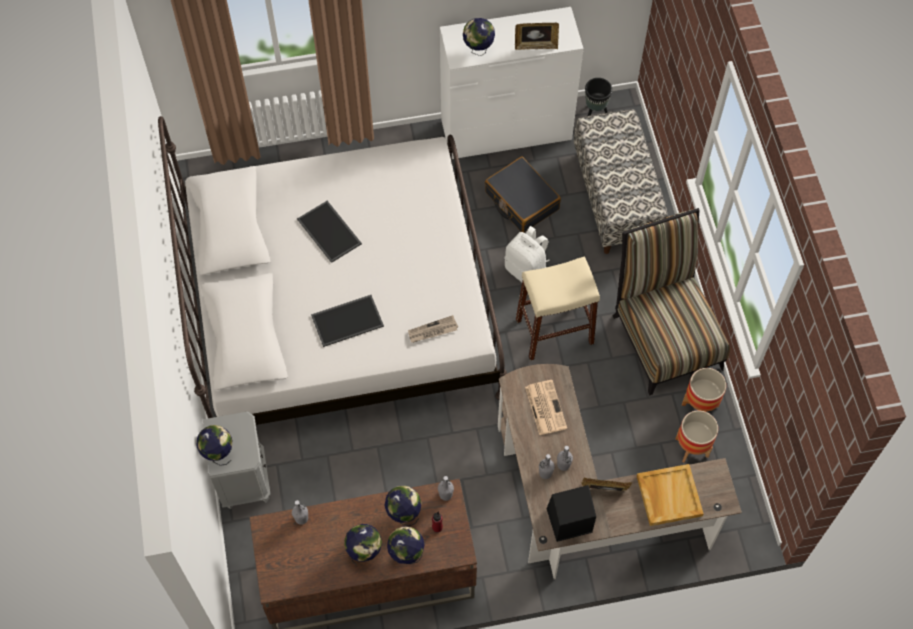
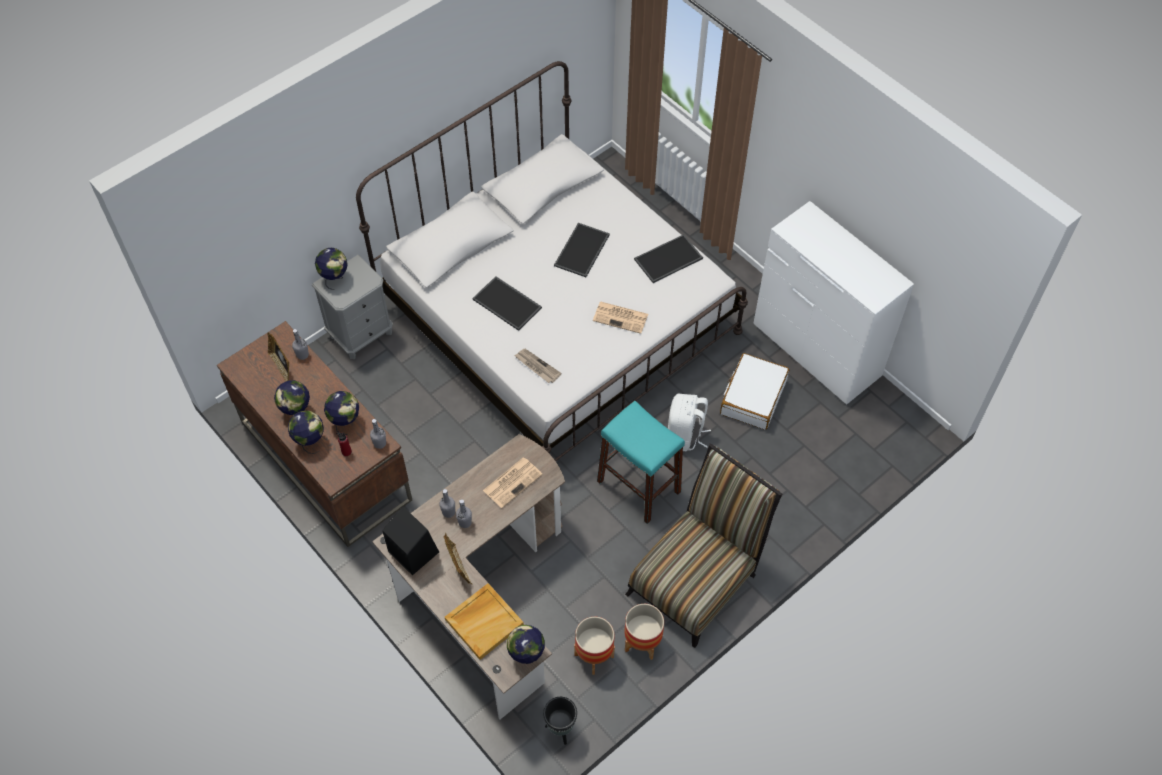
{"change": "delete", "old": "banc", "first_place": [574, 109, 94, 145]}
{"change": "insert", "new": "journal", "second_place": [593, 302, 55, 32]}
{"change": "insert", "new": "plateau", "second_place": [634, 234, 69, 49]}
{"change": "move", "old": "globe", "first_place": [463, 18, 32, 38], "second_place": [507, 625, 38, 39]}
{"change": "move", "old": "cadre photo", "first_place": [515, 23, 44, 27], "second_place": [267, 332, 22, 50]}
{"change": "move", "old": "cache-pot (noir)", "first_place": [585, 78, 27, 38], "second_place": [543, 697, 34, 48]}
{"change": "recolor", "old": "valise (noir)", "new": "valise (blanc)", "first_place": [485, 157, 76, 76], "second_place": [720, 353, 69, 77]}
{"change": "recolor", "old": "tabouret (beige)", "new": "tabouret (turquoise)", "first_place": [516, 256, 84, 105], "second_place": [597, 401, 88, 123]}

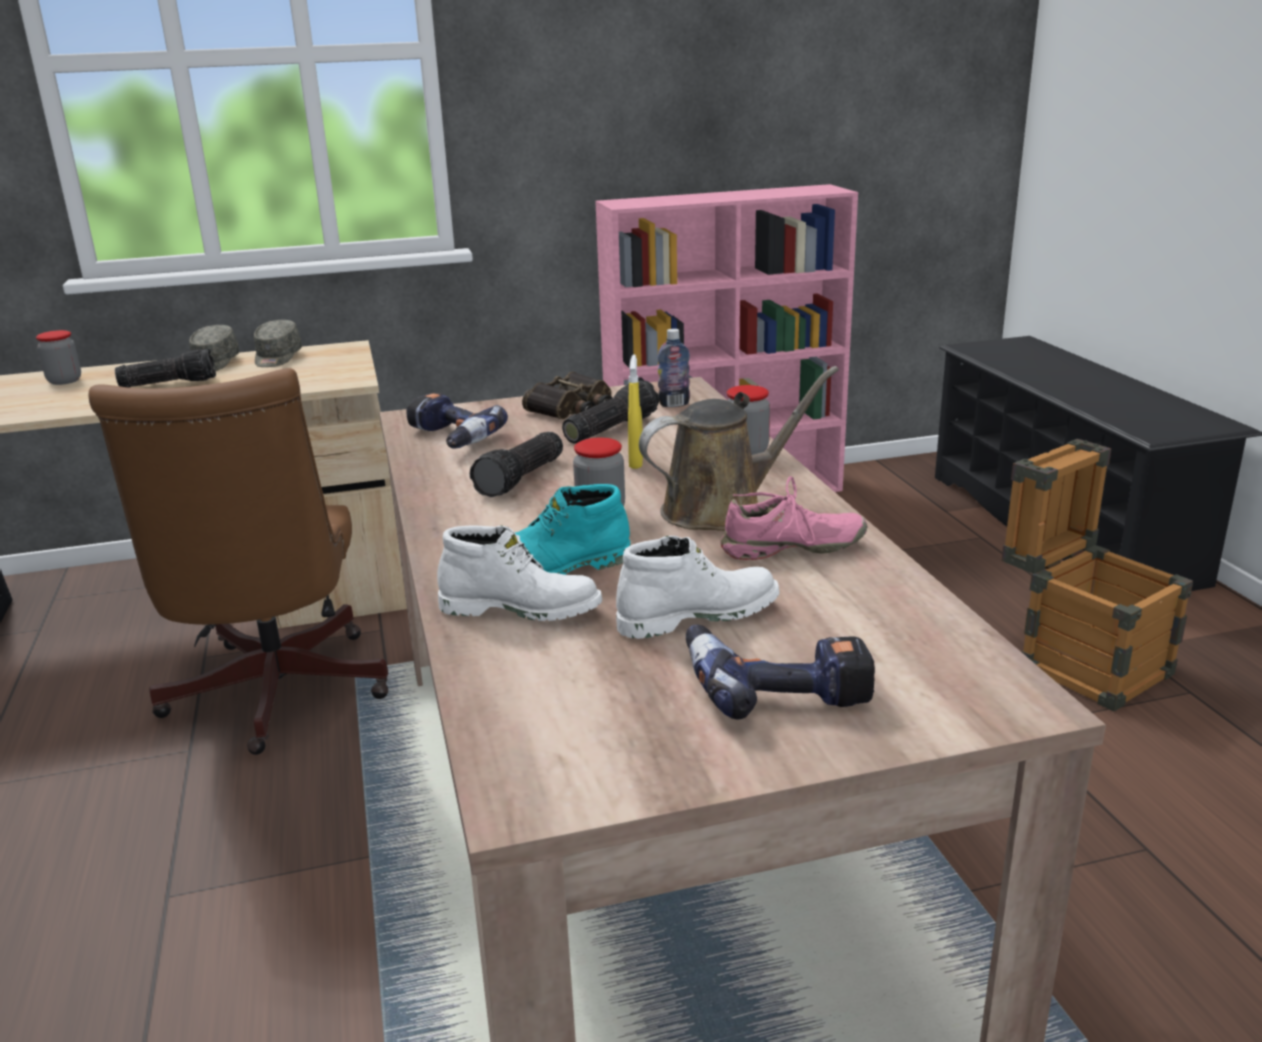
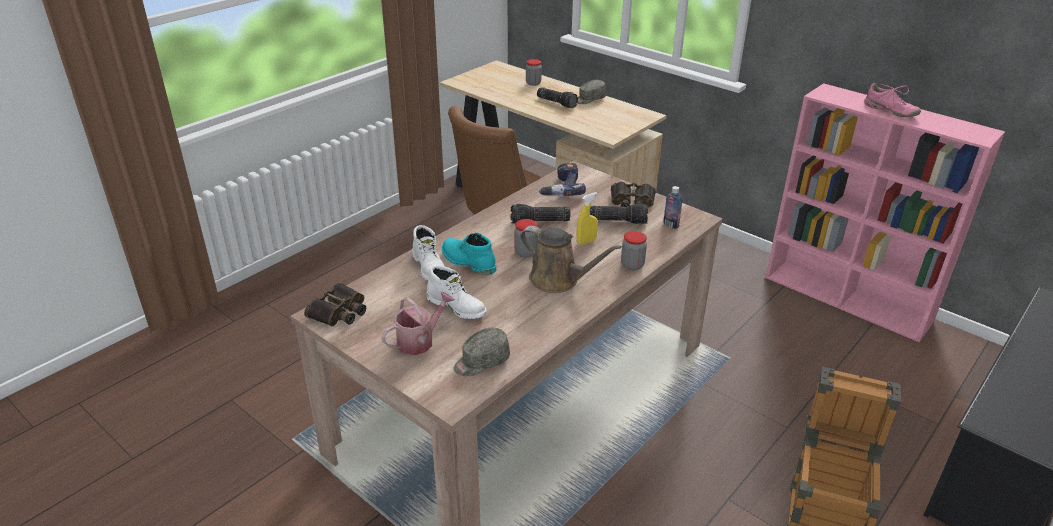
{"change": "insert", "new": "jumelles", "second_place": [304, 282, 62, 44]}
{"change": "move", "old": "casquette (gris)", "first_place": [254, 320, 48, 47], "second_place": [454, 328, 56, 48]}
{"change": "move", "old": "chaussure (rose)", "first_place": [720, 476, 148, 84], "second_place": [864, 83, 57, 34]}
{"change": "replace", "old": "perceuse", "new": "arrosoir", "first_place": [686, 625, 189, 94], "second_place": [382, 292, 73, 63]}

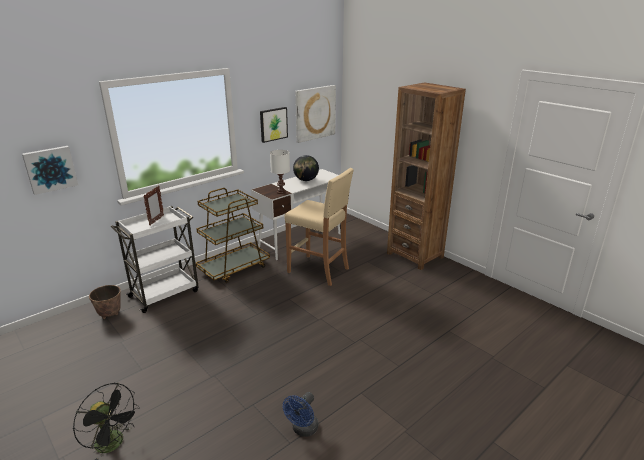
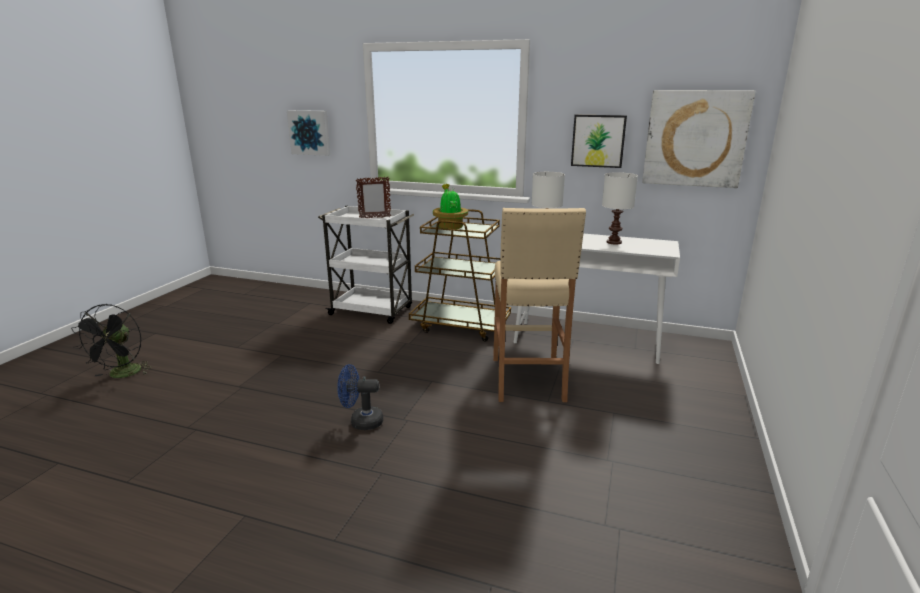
{"change": "delete", "old": "cache-pot", "first_place": [89, 285, 32, 34]}
{"change": "delete", "old": "bibliothèque (marron)", "first_place": [387, 82, 79, 188]}
{"change": "insert", "new": "plante en pot", "second_place": [433, 184, 35, 45]}
{"change": "move", "old": "ventilateur (bleu)", "first_place": [283, 392, 35, 45], "second_place": [337, 364, 46, 66]}
{"change": "replace", "old": "globe", "new": "lampe de table (blanc)", "first_place": [293, 155, 26, 26], "second_place": [602, 172, 36, 73]}

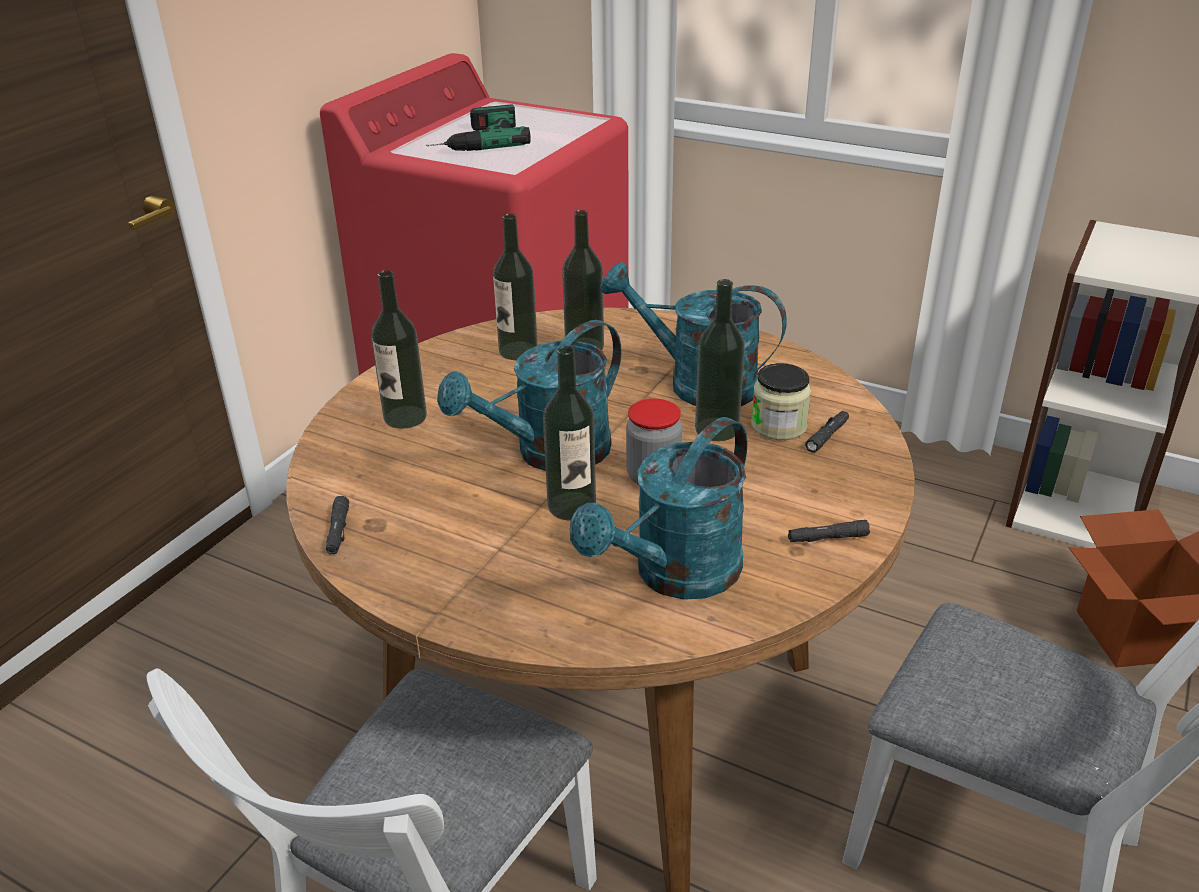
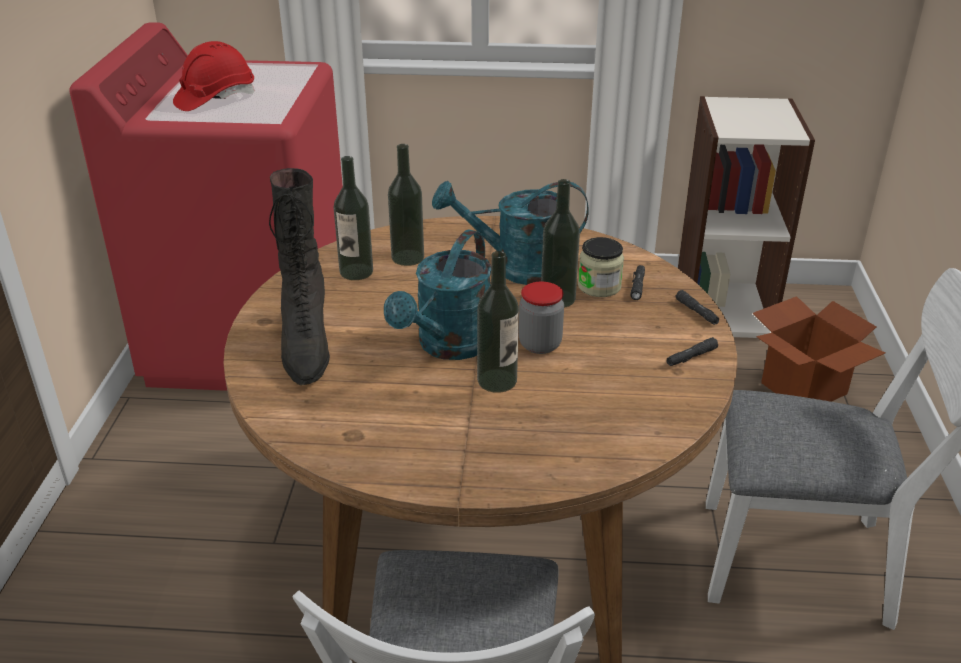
{"change": "delete", "old": "arrosoir (turquoise)", "first_place": [570, 417, 177, 183]}
{"change": "move", "old": "lampe de poche (noir)", "first_place": [326, 496, 23, 58], "second_place": [676, 290, 44, 35]}
{"change": "replace", "old": "bouteille", "new": "botte (noir)", "first_place": [371, 270, 56, 159], "second_place": [269, 168, 61, 218]}
{"change": "replace", "old": "perceuse", "new": "casque de chantier (rouge)", "first_place": [426, 104, 105, 47], "second_place": [173, 41, 82, 70]}

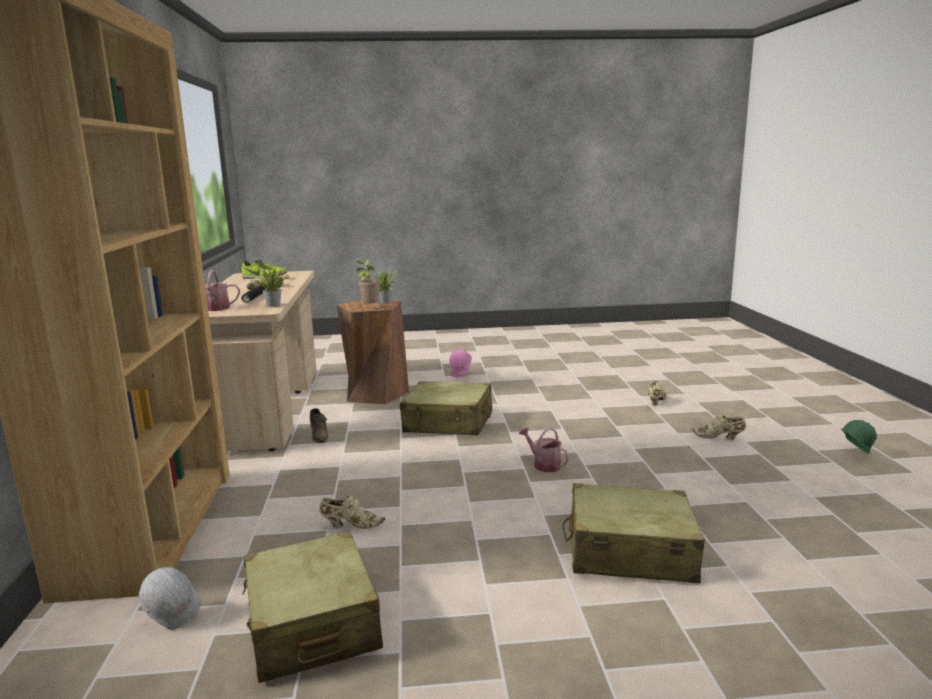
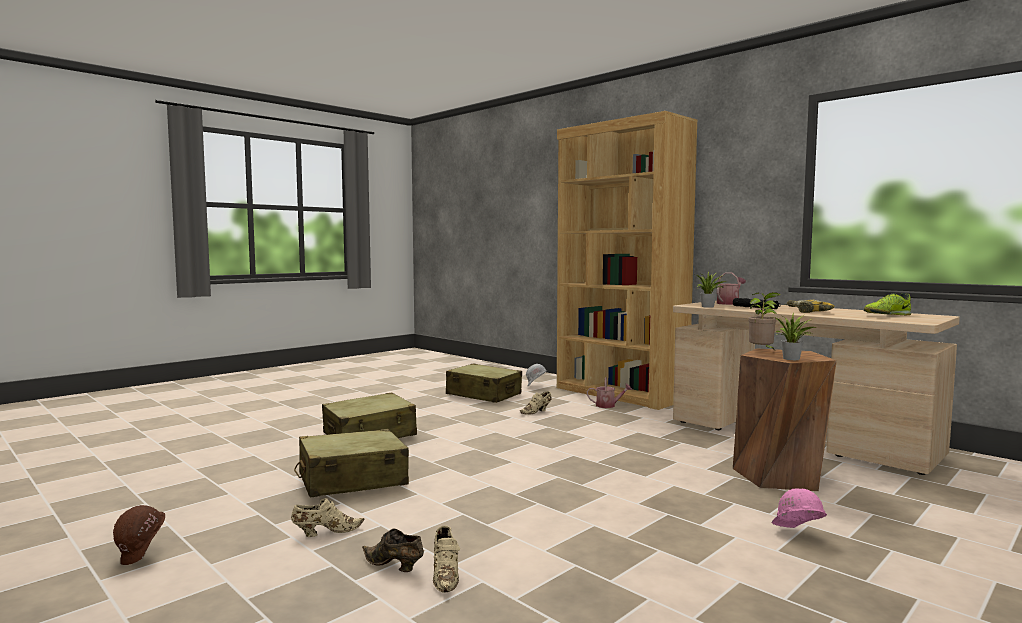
{"change": "move", "old": "chaussure (marron)", "first_place": [310, 408, 18, 35], "second_place": [362, 529, 62, 43]}
{"change": "move", "old": "valise (beige)", "first_place": [400, 381, 92, 55], "second_place": [294, 429, 115, 69]}
{"change": "move", "old": "arrosoir", "first_place": [519, 427, 50, 45], "second_place": [587, 377, 45, 31]}
{"change": "recolor", "old": "casque de chantier (vert)", "new": "casque de chantier (marron)", "first_place": [841, 420, 36, 34], "second_place": [113, 505, 52, 60]}

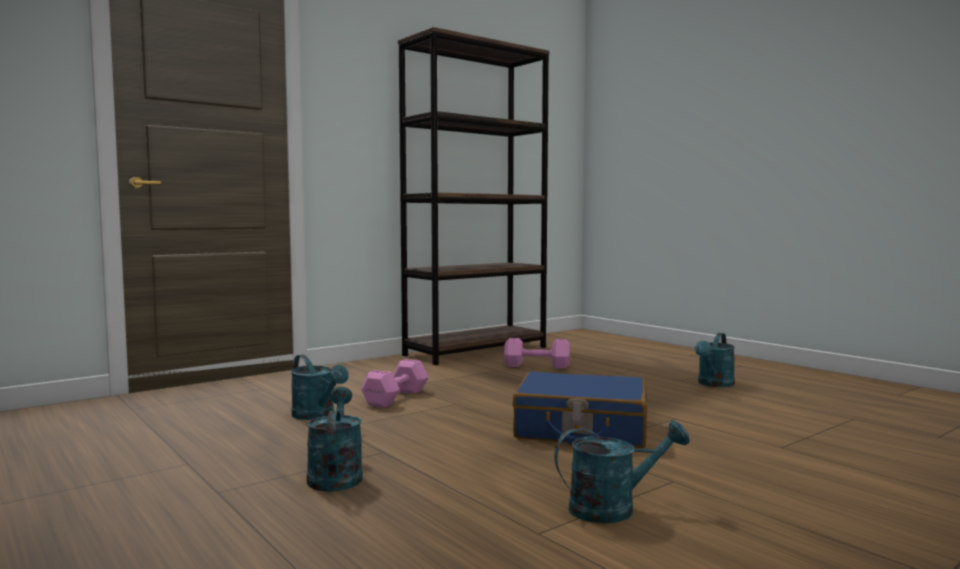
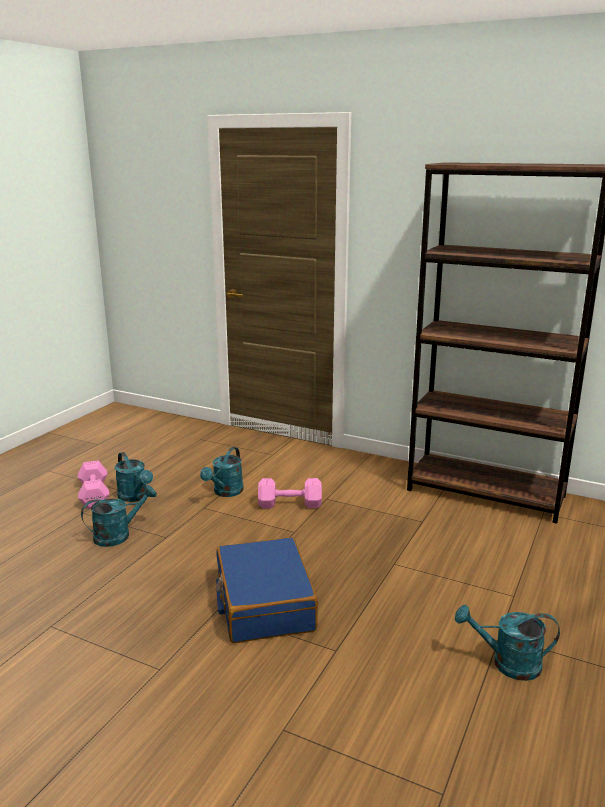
{"change": "move", "old": "haltère (rose)", "first_place": [504, 338, 66, 30], "second_place": [78, 461, 31, 48]}
{"change": "move", "old": "arrosoir (turquoise)", "first_place": [554, 420, 136, 103], "second_place": [115, 452, 38, 50]}

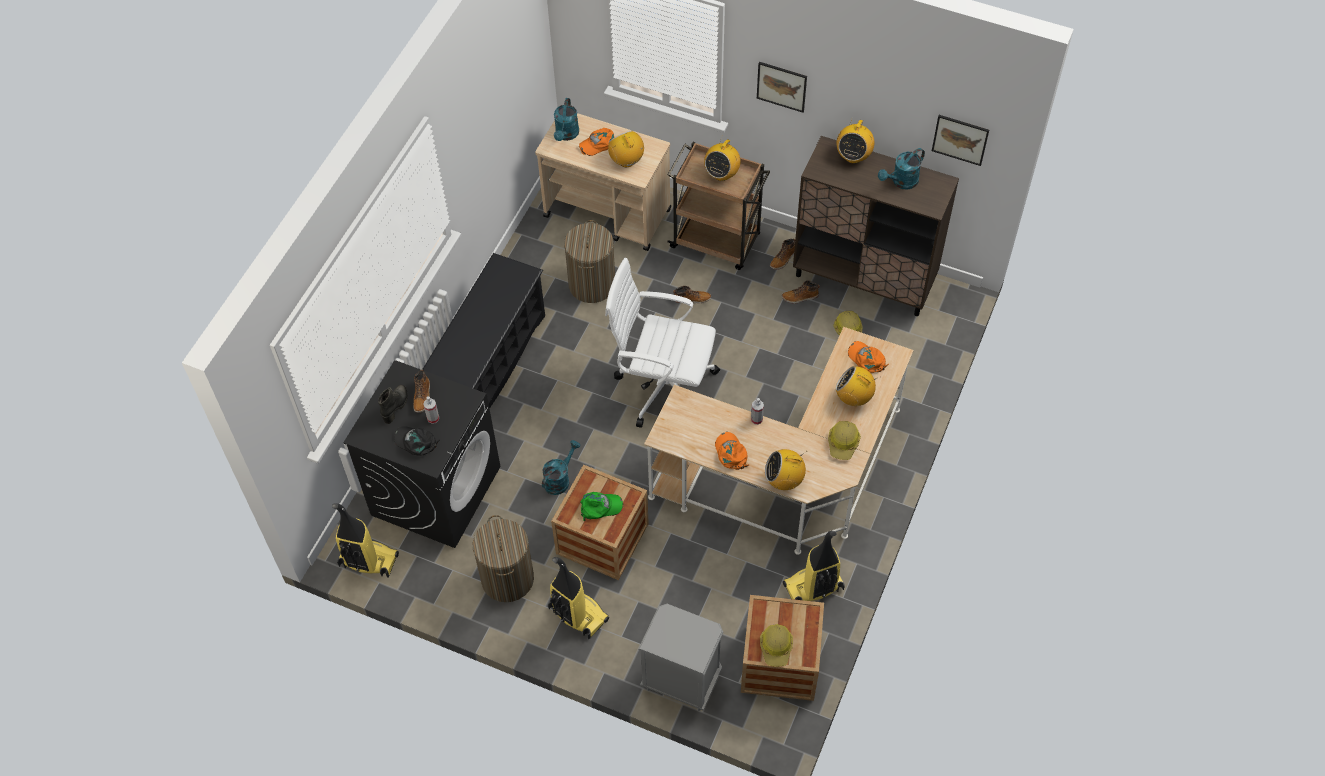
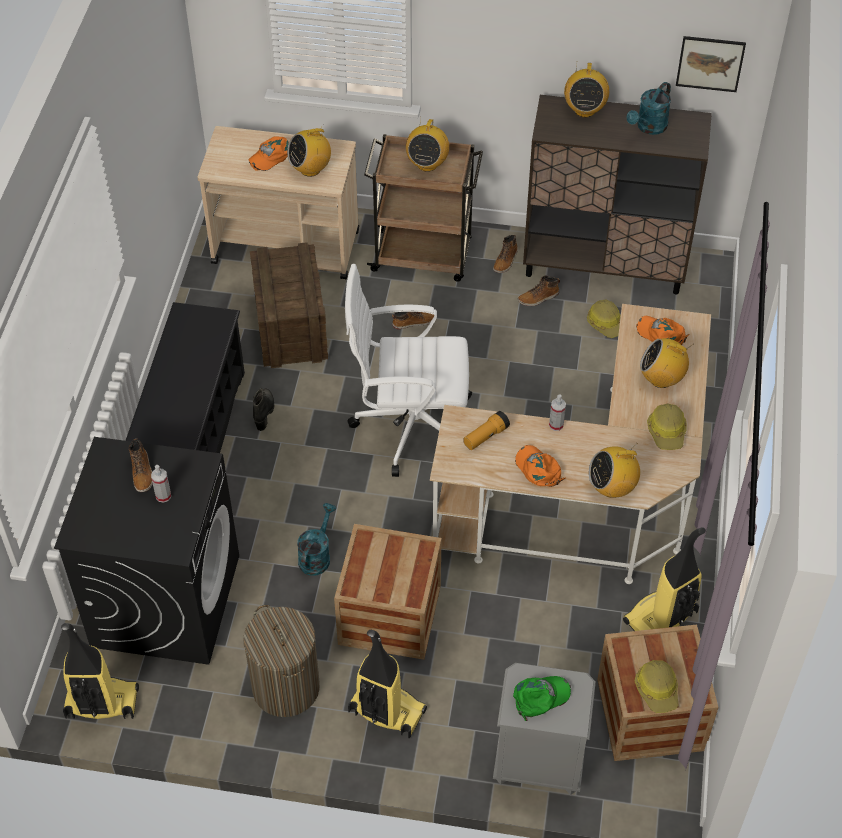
{"change": "delete", "old": "casquette (noir)", "first_place": [394, 426, 46, 30]}
{"change": "delete", "old": "arrosoir (turquoise)", "first_place": [554, 98, 25, 43]}
{"change": "delete", "old": "tableau", "first_place": [757, 62, 50, 51]}
{"change": "insert", "new": "lampe de poche", "second_place": [463, 411, 47, 39]}
{"change": "move", "old": "botte (noir)", "first_place": [378, 385, 30, 39], "second_place": [253, 388, 21, 43]}
{"change": "move", "old": "casquette (vert)", "first_place": [580, 492, 43, 29], "second_place": [513, 676, 58, 45]}
{"change": "replace", "old": "panier à linge", "new": "caisse", "first_place": [564, 220, 51, 83], "second_place": [250, 242, 78, 126]}
{"change": "rotate", "old": "radio", "first_place": [608, 130, 36, 37], "second_place": [287, 124, 44, 53], "degrees": -75}

